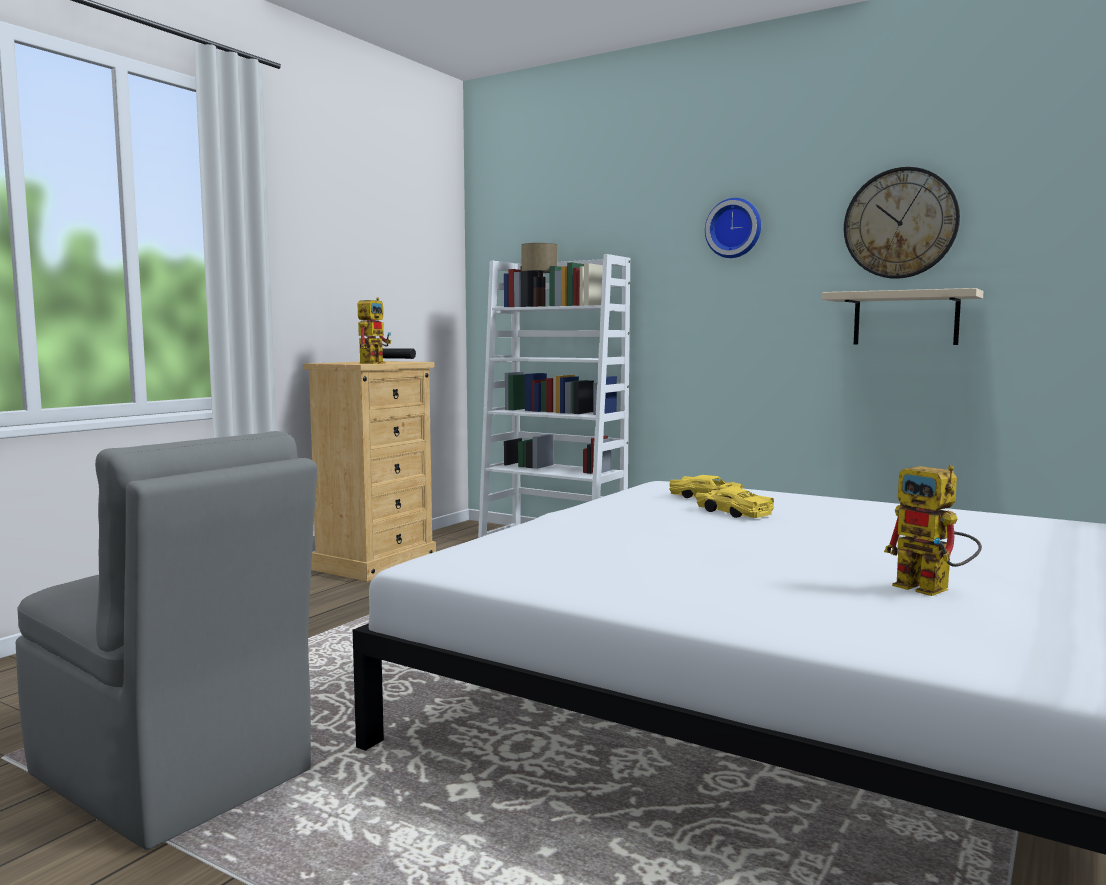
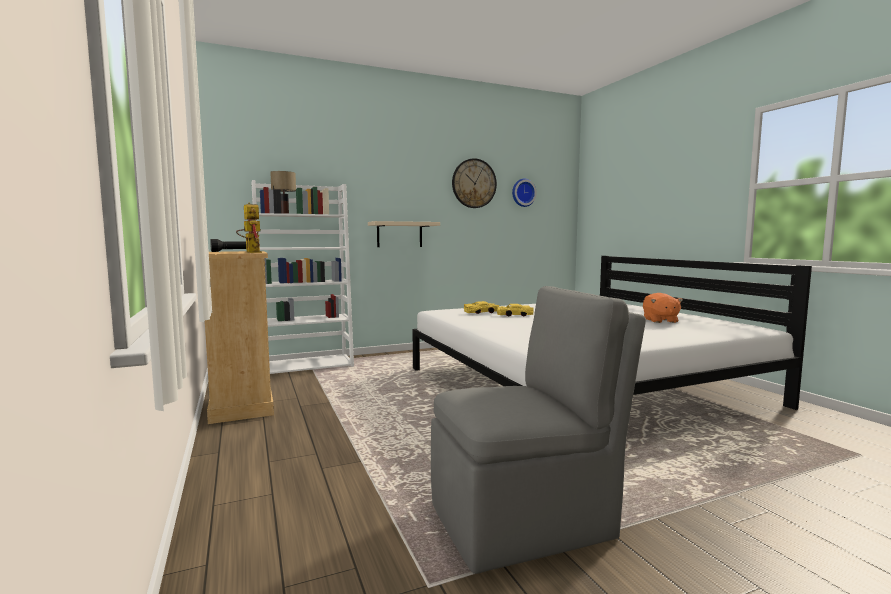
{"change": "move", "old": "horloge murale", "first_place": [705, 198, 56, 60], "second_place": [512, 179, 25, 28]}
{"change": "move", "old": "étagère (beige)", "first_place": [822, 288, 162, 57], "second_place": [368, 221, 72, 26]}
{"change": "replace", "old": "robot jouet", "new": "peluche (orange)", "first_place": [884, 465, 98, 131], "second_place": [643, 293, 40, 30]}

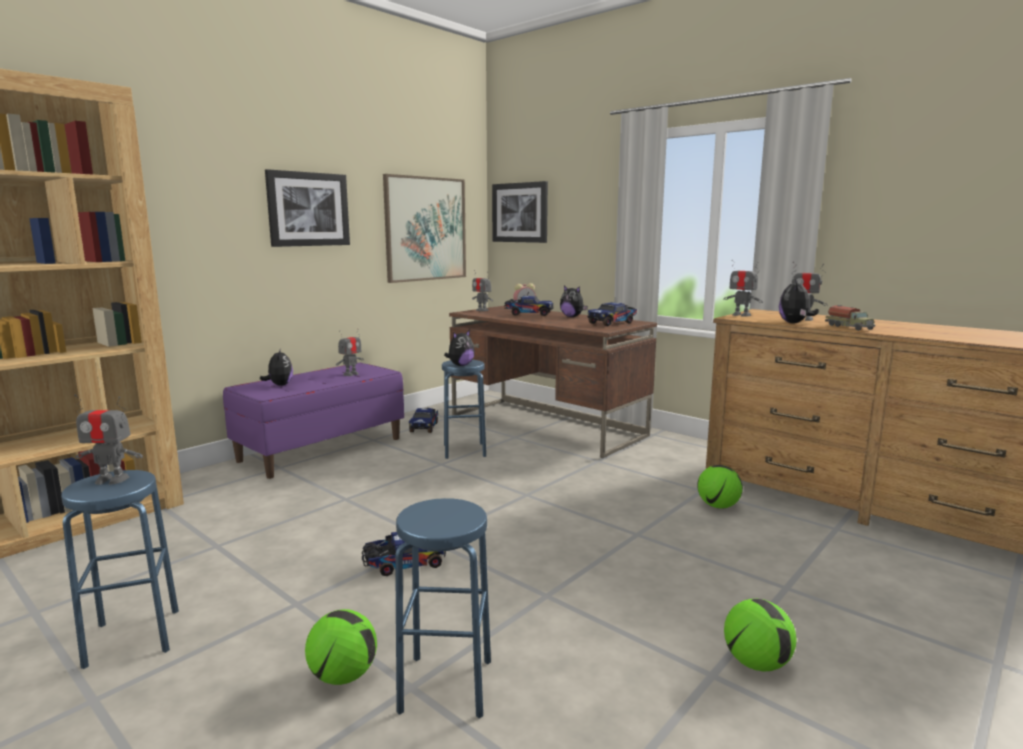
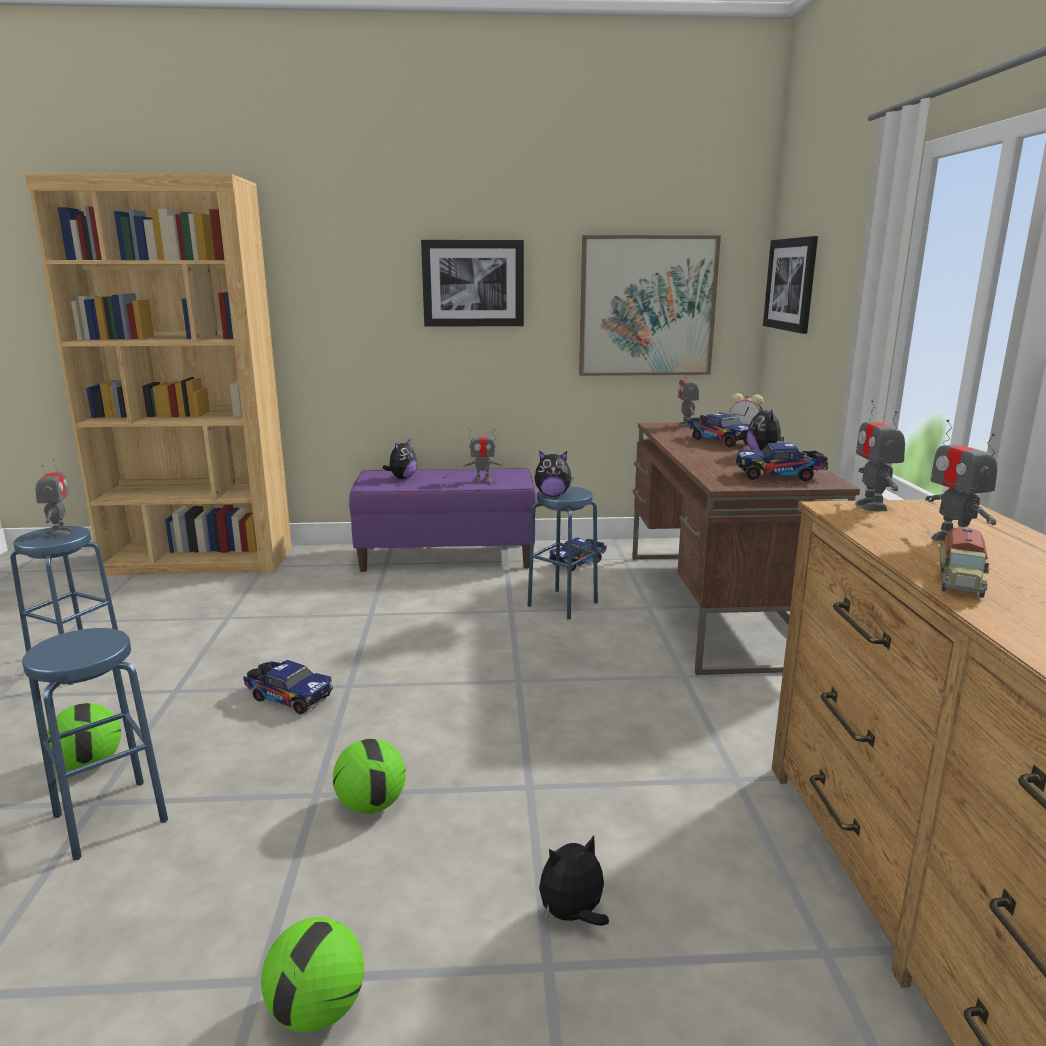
{"change": "move", "old": "ballon de foot", "first_place": [698, 465, 45, 43], "second_place": [333, 739, 73, 75]}
{"change": "move", "old": "peluche", "first_place": [779, 279, 40, 44], "second_place": [539, 835, 70, 91]}
{"change": "rotate", "old": "robot jouet", "first_place": [74, 394, 69, 91], "second_place": [36, 459, 37, 78], "degrees": -150}

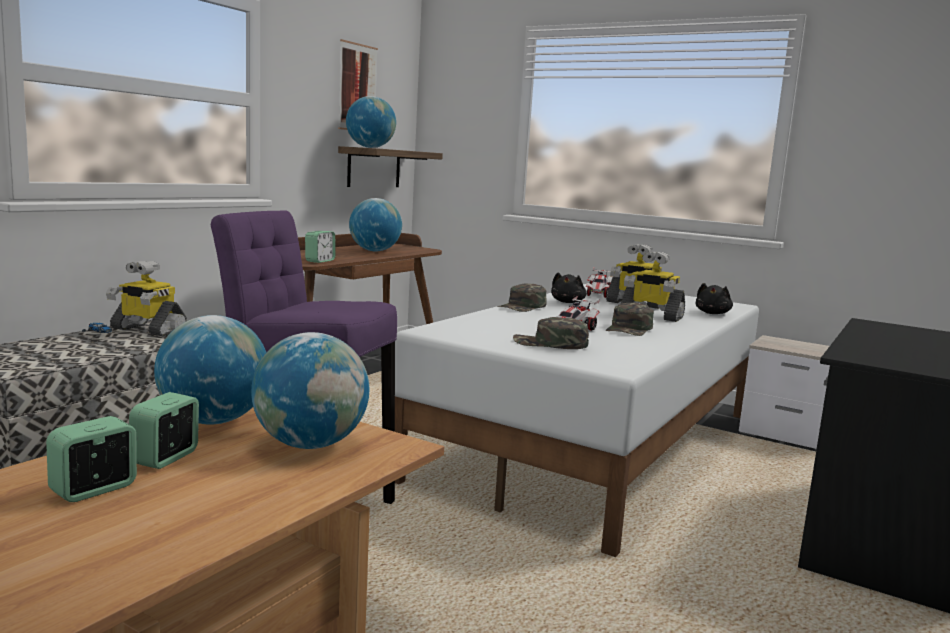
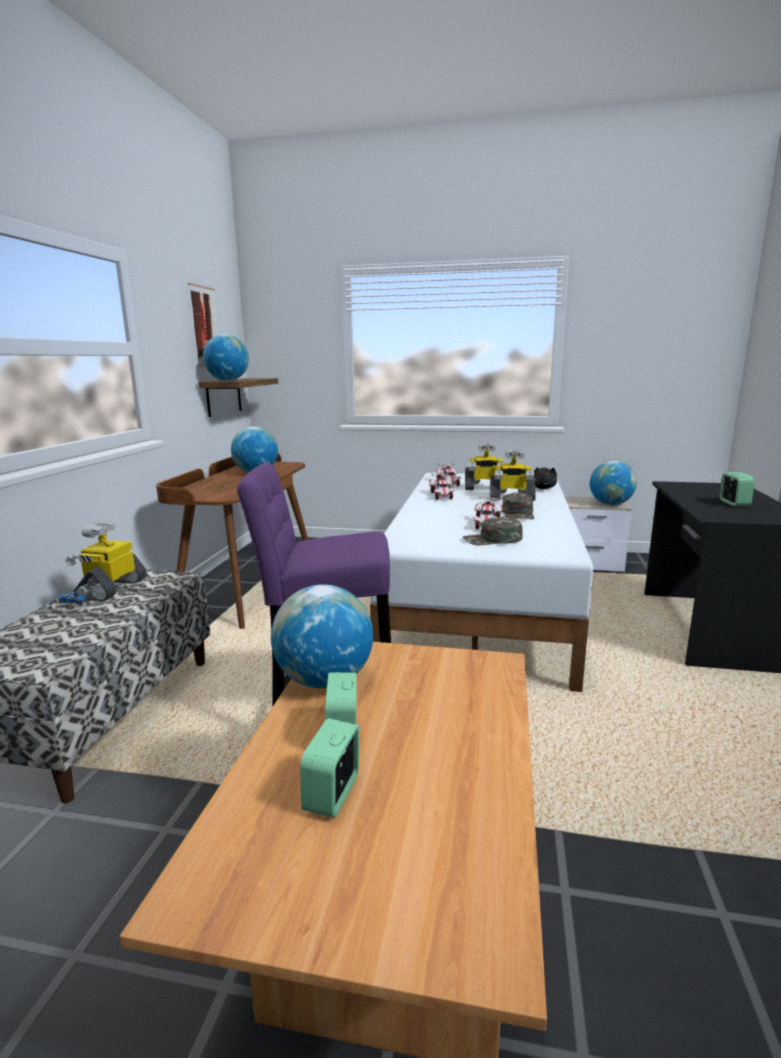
{"change": "delete", "old": "casquette (vert)", "first_place": [497, 284, 50, 28]}
{"change": "move", "old": "globe", "first_place": [251, 332, 118, 117], "second_place": [590, 461, 47, 44]}
{"change": "move", "old": "réveil", "first_place": [305, 231, 31, 32], "second_place": [720, 472, 35, 34]}
{"change": "replace", "old": "peluche (noir)", "new": "petite voiture", "first_place": [551, 272, 36, 31], "second_place": [430, 472, 24, 28]}
{"change": "rotate", "old": "robot jouet", "first_place": [106, 260, 81, 77], "second_place": [66, 523, 81, 78], "degrees": 105}

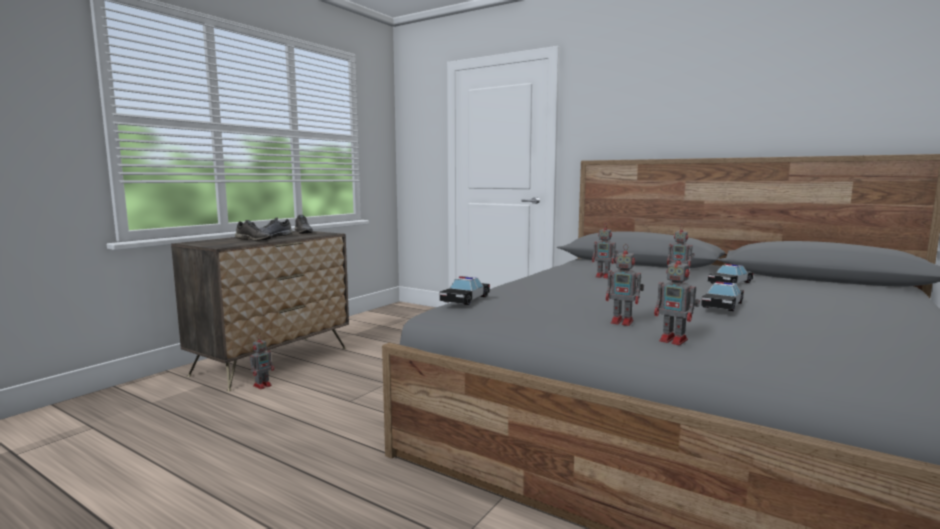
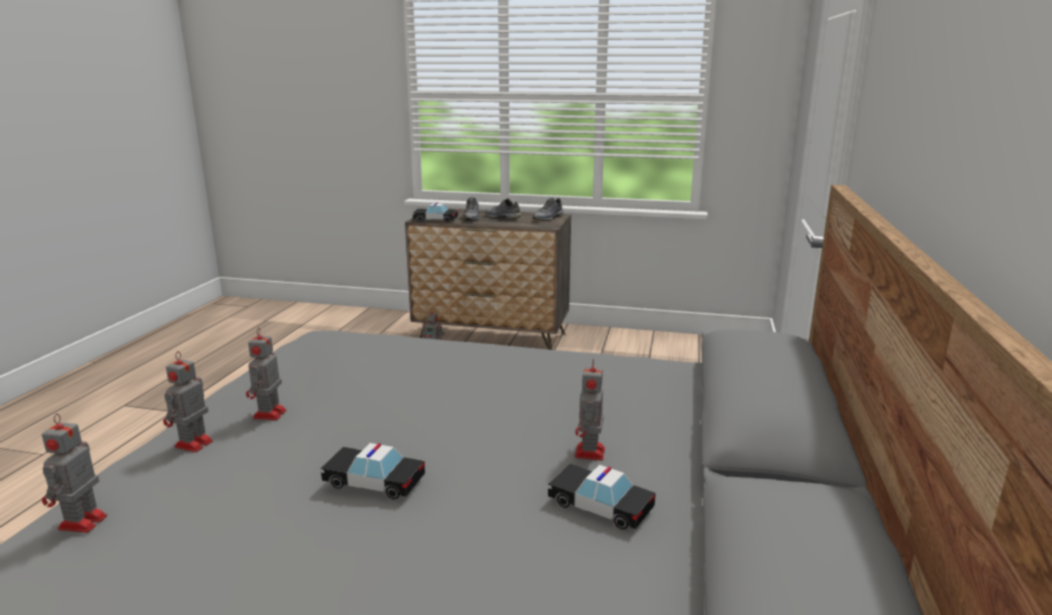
{"change": "move", "old": "petite voiture", "first_place": [440, 276, 50, 29], "second_place": [412, 202, 46, 21]}
{"change": "move", "old": "robot jouet", "first_place": [592, 226, 26, 52], "second_place": [42, 414, 65, 119]}

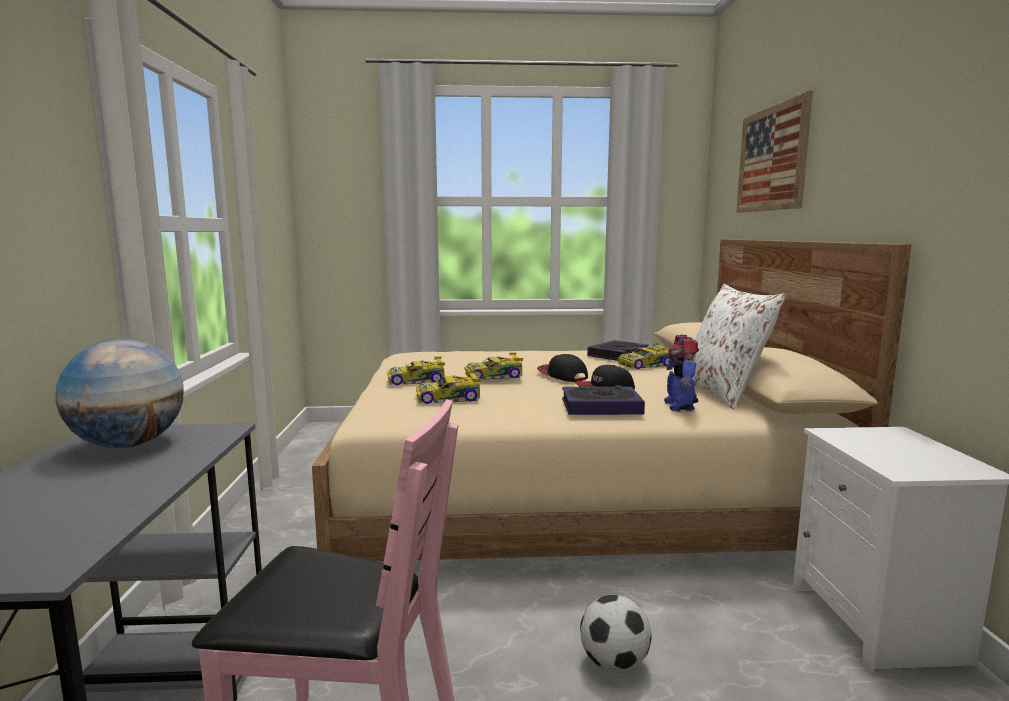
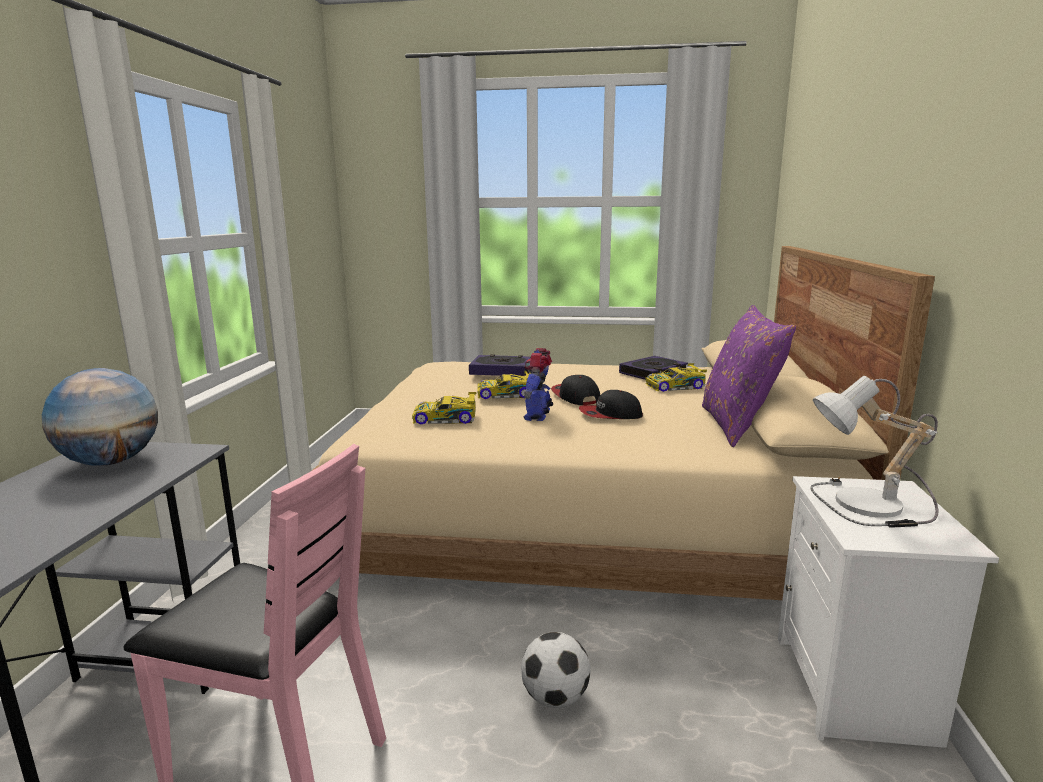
{"change": "delete", "old": "petite voiture", "first_place": [387, 357, 59, 28]}
{"change": "delete", "old": "tableau", "first_place": [736, 91, 77, 122]}
{"change": "insert", "new": "lampe de table", "second_place": [811, 376, 128, 152]}
{"change": "move", "old": "livre", "first_place": [562, 385, 83, 30], "second_place": [469, 354, 62, 22]}
{"change": "move", "old": "robot jouet", "first_place": [664, 335, 35, 77], "second_place": [524, 348, 29, 73]}
{"change": "recolor", "old": "coussin (blanc)", "new": "coussin (violet)", "first_place": [691, 284, 95, 125], "second_place": [702, 305, 94, 142]}

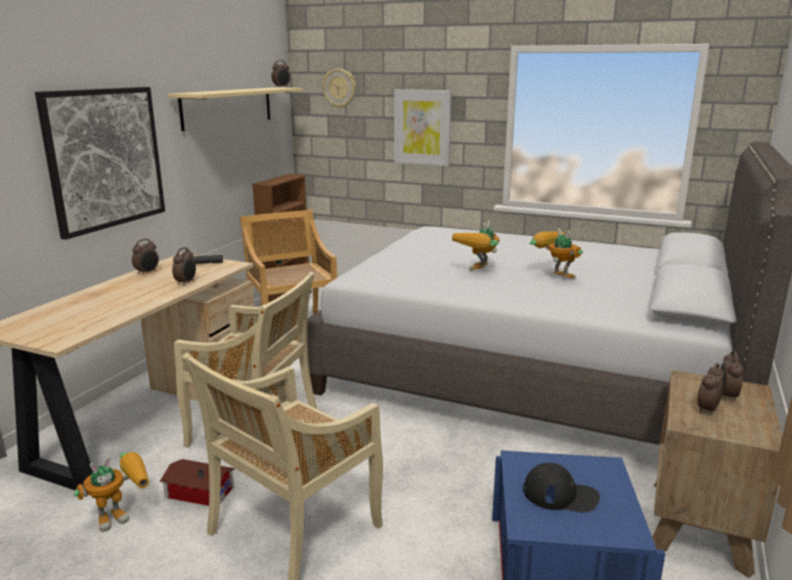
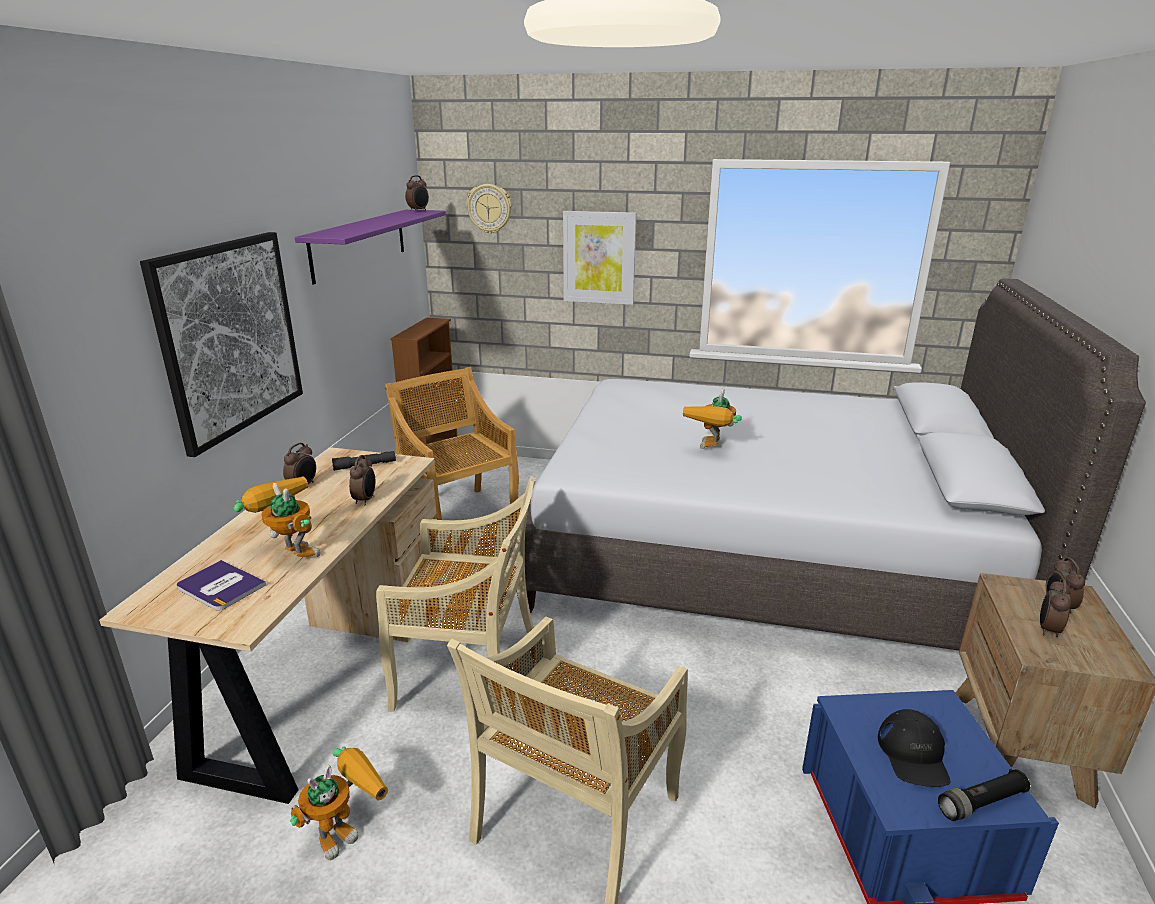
{"change": "delete", "old": "maison miniature", "first_place": [159, 459, 76, 47]}
{"change": "insert", "new": "livre", "second_place": [177, 560, 89, 51]}
{"change": "insert", "new": "lampe de poche (noir)", "second_place": [938, 769, 92, 52]}
{"change": "move", "old": "robot jouet", "first_place": [530, 228, 53, 51], "second_place": [234, 476, 86, 81]}
{"change": "recolor", "old": "étagère (beige)", "new": "étagère (violet)", "first_place": [168, 87, 135, 44], "second_place": [295, 210, 151, 74]}
{"change": "rotate", "old": "casquette (noir)", "first_place": [523, 463, 77, 50], "second_place": [878, 709, 72, 78], "degrees": 90}

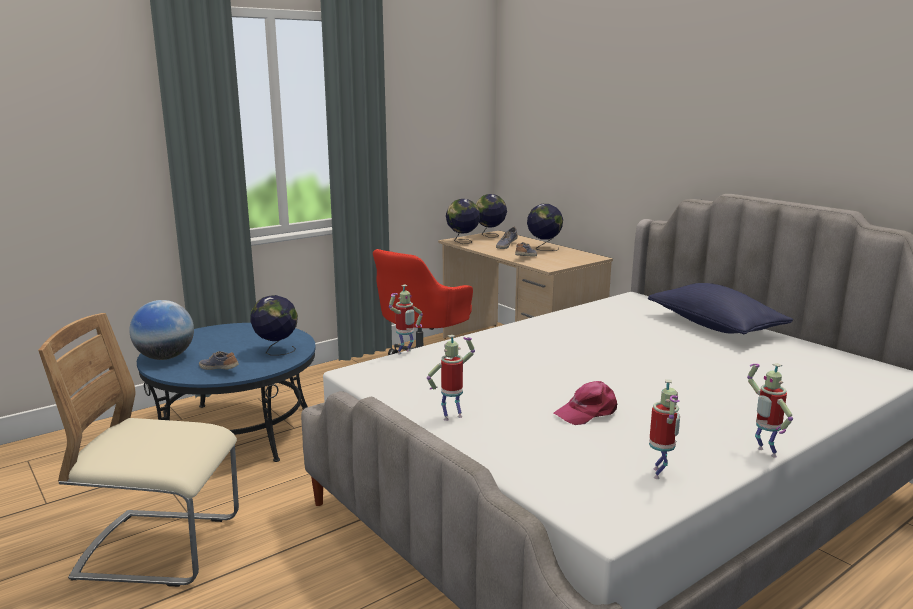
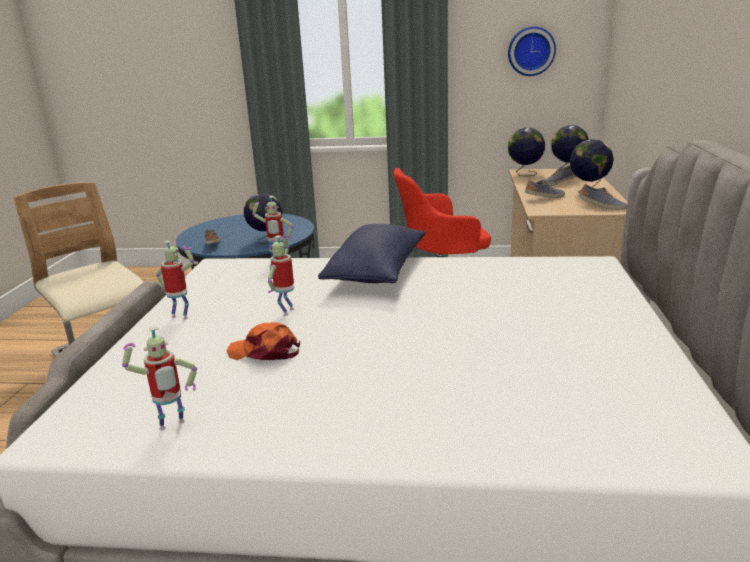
{"change": "delete", "old": "globe", "first_place": [129, 300, 65, 60]}
{"change": "insert", "new": "horloge murale", "second_place": [508, 26, 48, 50]}
{"change": "insert", "new": "chaussure", "second_place": [579, 184, 48, 26]}
{"change": "move", "old": "coussin (bleu)", "first_place": [648, 283, 145, 51], "second_place": [318, 224, 108, 59]}
{"change": "move", "old": "robot jouet", "first_place": [747, 363, 46, 94], "second_place": [268, 236, 26, 80]}
{"change": "recolor", "old": "casquette (rose)", "new": "casquette (orange)", "first_place": [554, 381, 64, 44], "second_place": [226, 322, 74, 38]}

